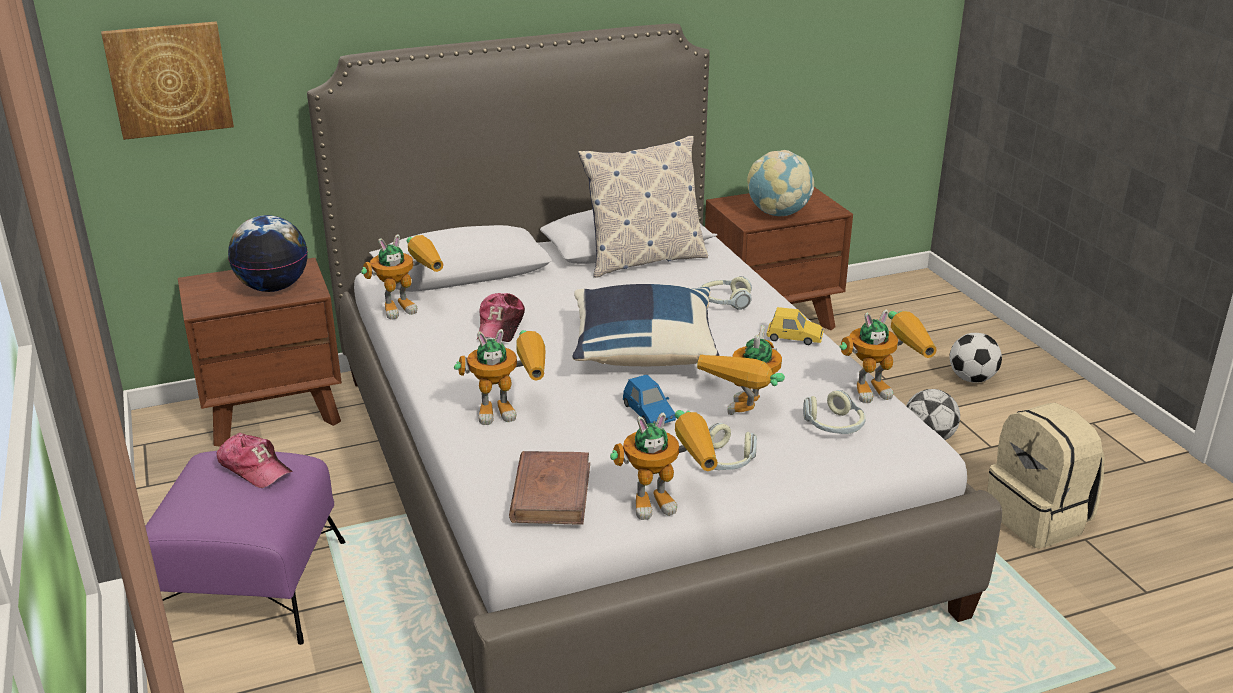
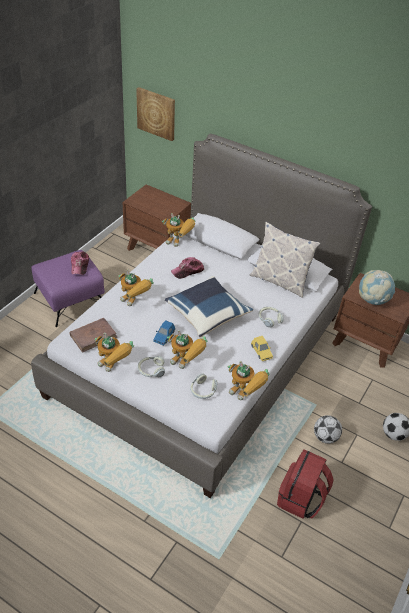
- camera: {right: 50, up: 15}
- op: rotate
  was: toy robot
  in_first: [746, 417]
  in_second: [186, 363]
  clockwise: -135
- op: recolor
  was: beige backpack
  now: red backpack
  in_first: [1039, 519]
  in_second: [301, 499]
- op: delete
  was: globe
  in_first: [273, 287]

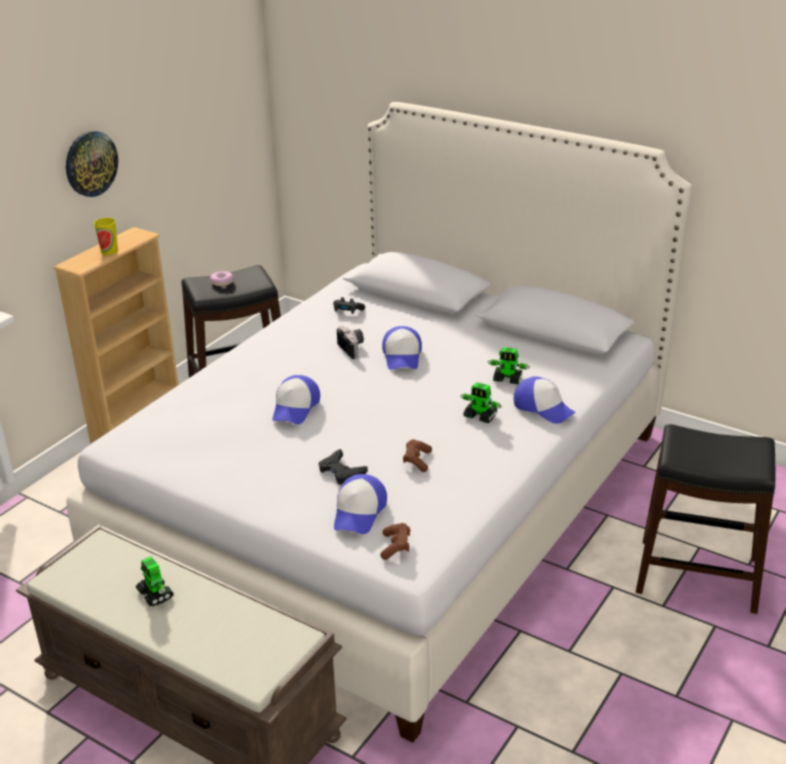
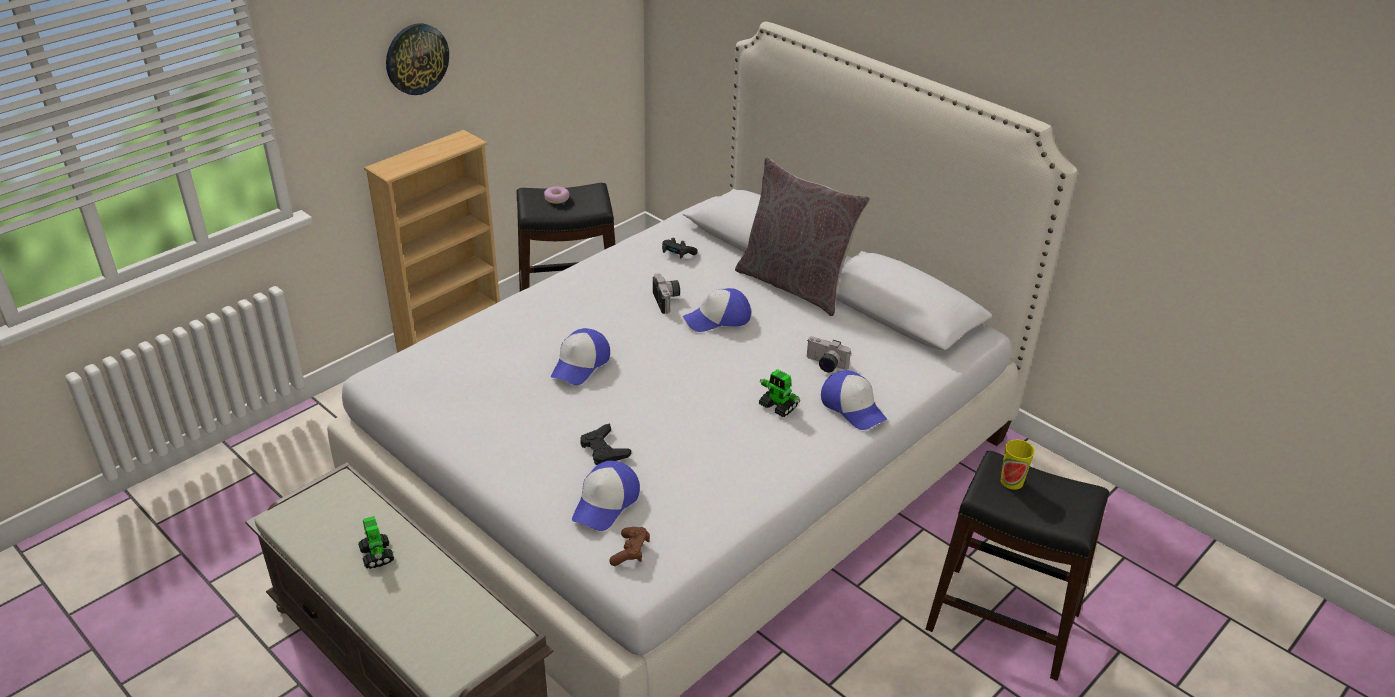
- camera: {right: 10, up: 5}
- op: rotate
  was: cap
  in_first: [402, 356]
  in_second: [718, 319]
  clockwise: 60
- op: insert
  now: grey pillow
  in_second: [795, 284]
- op: replace
  was: toy robot
  now: photo camera
  in_first: [508, 379]
  in_second: [825, 365]
- op: move
  was: cup
  in_first: [109, 251]
  in_second: [1011, 481]
- op: delete
  was: brown game controller
  in_first: [417, 461]

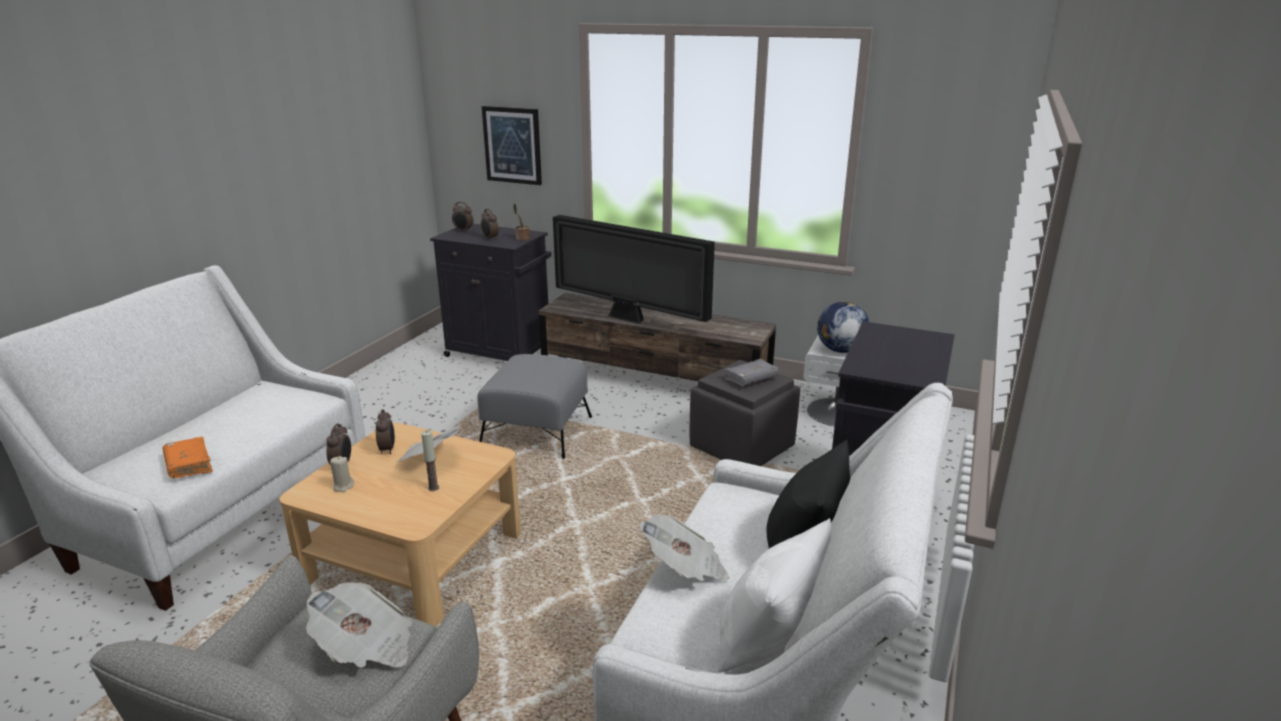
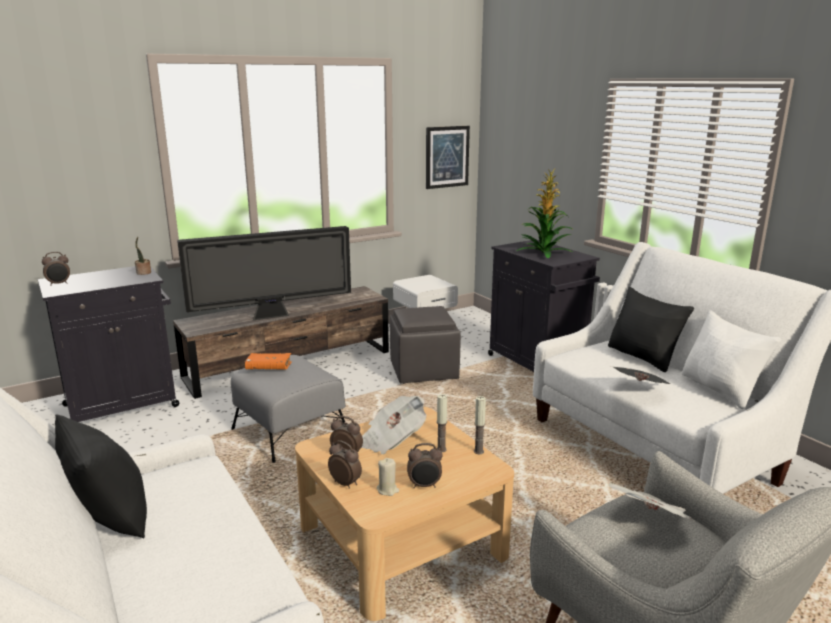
- camera: {right: -55, up: -5}
- op: insert
  now: black pillow
  in_second: [110, 516]
- op: move
  was: orange book
  in_first: [189, 465]
  in_second: [268, 367]
- op: move
  was: alarm clock
  in_first: [490, 238]
  in_second: [424, 486]
- op: move
  was: picture
  in_first: [512, 145]
  in_second: [447, 157]
- op: insert
  now: candle
  in_second: [478, 451]
- op: insert
  now: potted plant
  in_second: [544, 252]
- op: delete
  was: grey book
  in_first: [751, 379]
- op: delete
  was: globe
  in_first: [840, 350]

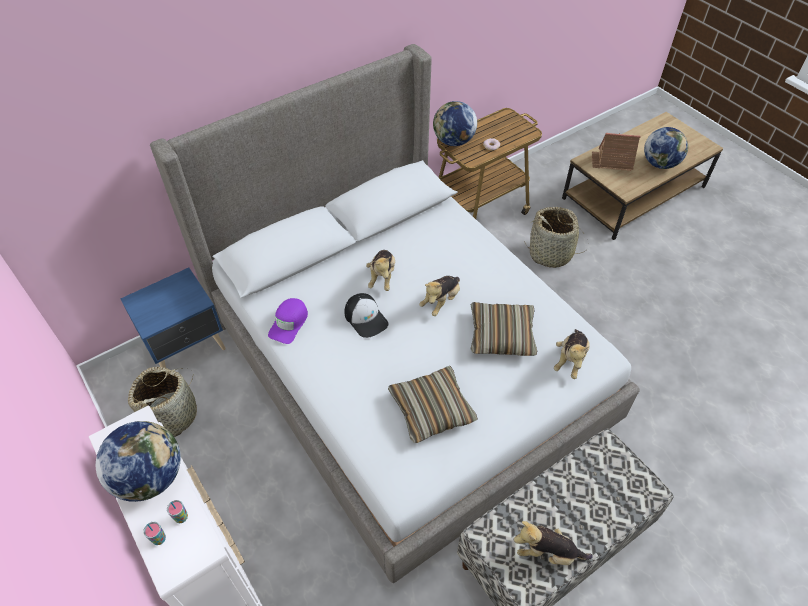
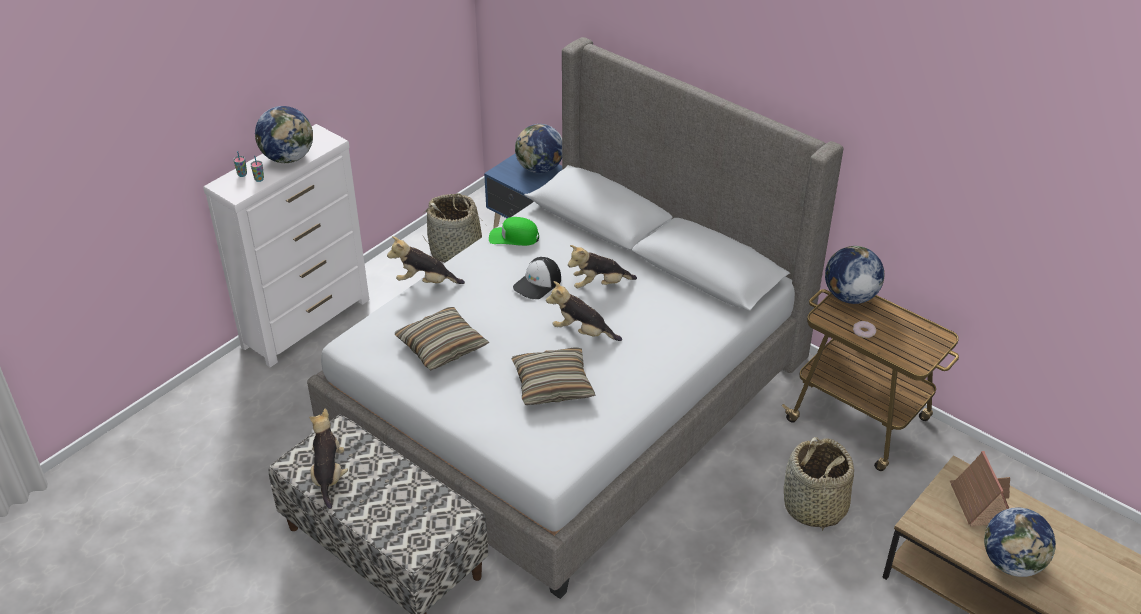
- camera: {right: 75, up: -10}
- op: move
  was: plush toy
  in_first: [570, 360]
  in_second: [425, 282]
- op: recolor
  was: purple cap
  now: green cap
  in_first: [289, 323]
  in_second: [514, 237]
- op: insert
  now: globe
  in_second: [540, 168]

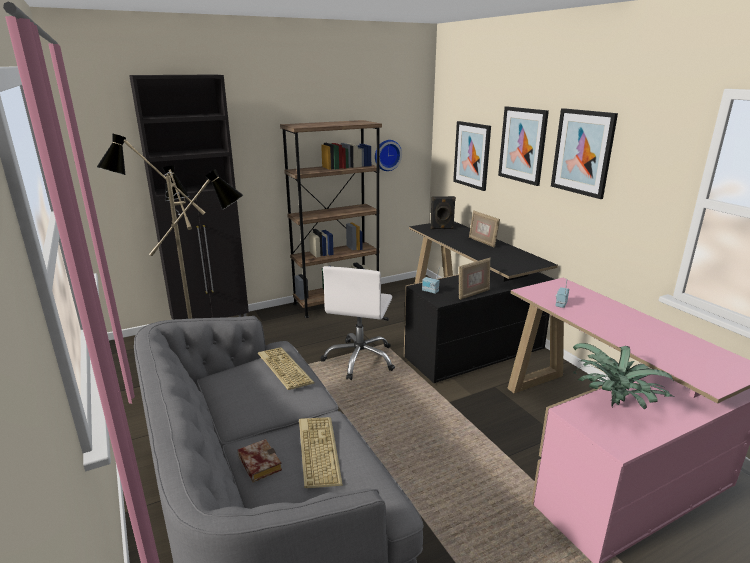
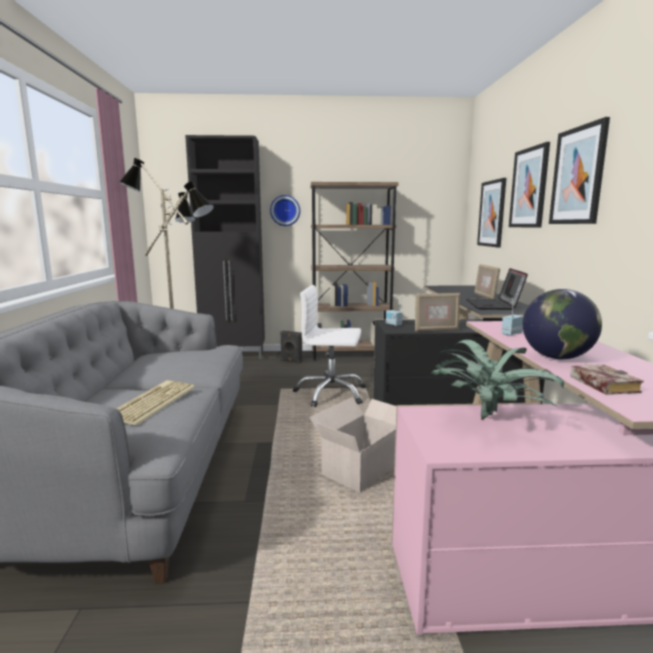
- camera: {right: 25, up: -10}
- op: move
  was: wall clock
  in_first: [387, 155]
  in_second: [285, 210]
- op: move
  was: black speaker
  in_first: [441, 228]
  in_second: [291, 361]
- op: rotate
  was: white office chair
  in_first: [360, 359]
  in_second: [331, 394]
  clockwise: 60
- op: insert
  now: cardboard box
  in_second: [363, 468]
- op: insert
  now: laptop
  in_second: [494, 305]
- op: insert
  now: globe
  in_second: [556, 358]
- op: move
  was: book
  in_first: [257, 463]
  in_second: [600, 384]
- op: delete
  was: keyboard
  in_first: [283, 369]

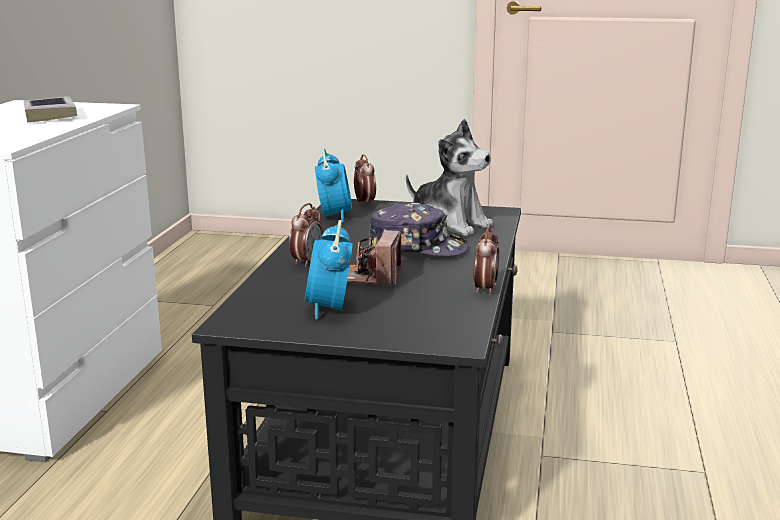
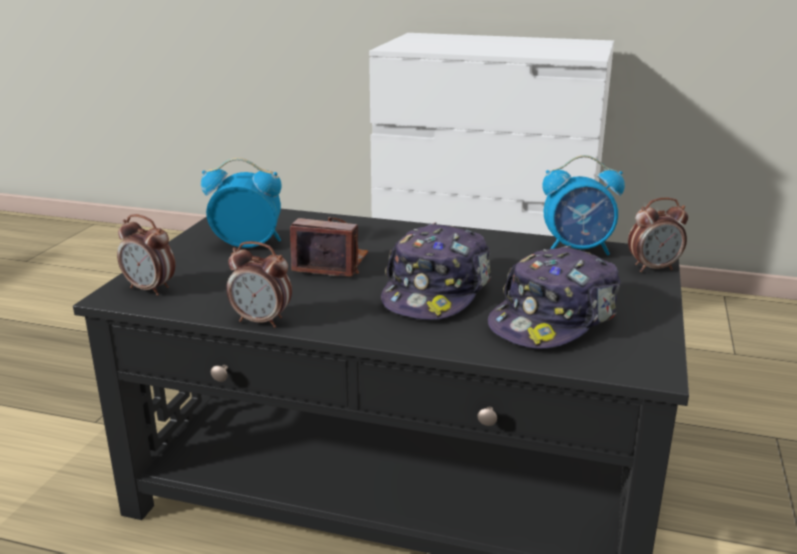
- camera: {right: 95, up: 5}
- op: move
  was: alarm clock
  in_first: [307, 262]
  in_second: [150, 289]
- op: replace
  was: plush toy
  now: cap
  in_first: [449, 224]
  in_second: [554, 319]
- op: delete
  was: book
  in_first: [50, 115]

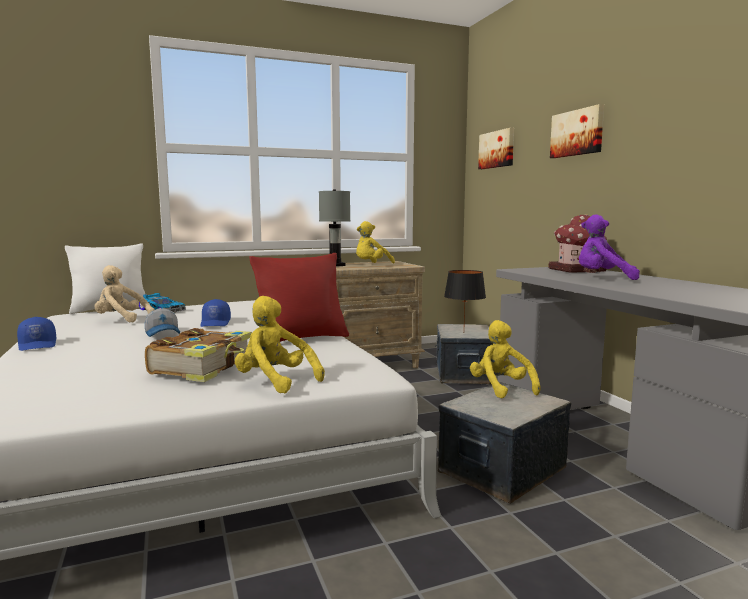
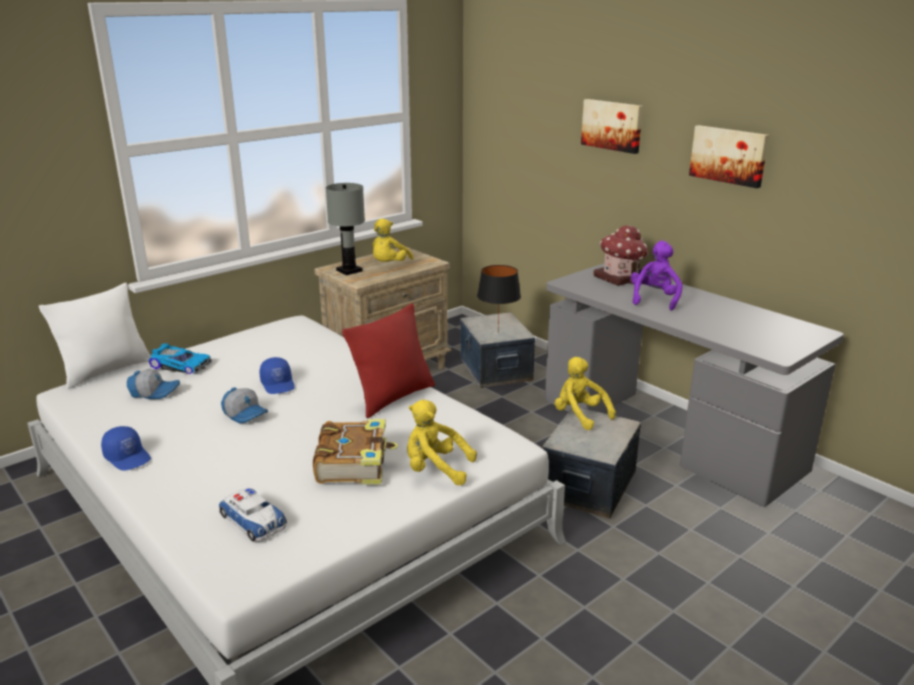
- camera: {right: -20, up: 15}
- op: replace
  was: beige plush toy
  now: cap
  in_first: [121, 319]
  in_second: [154, 392]
- op: insert
  now: toy car
  in_second: [253, 520]
- op: rotate
  was: purple plush toy
  in_first: [603, 278]
  in_second: [654, 299]
  clockwise: 105
- op: move
  was: picture
  in_first: [497, 149]
  in_second: [729, 155]

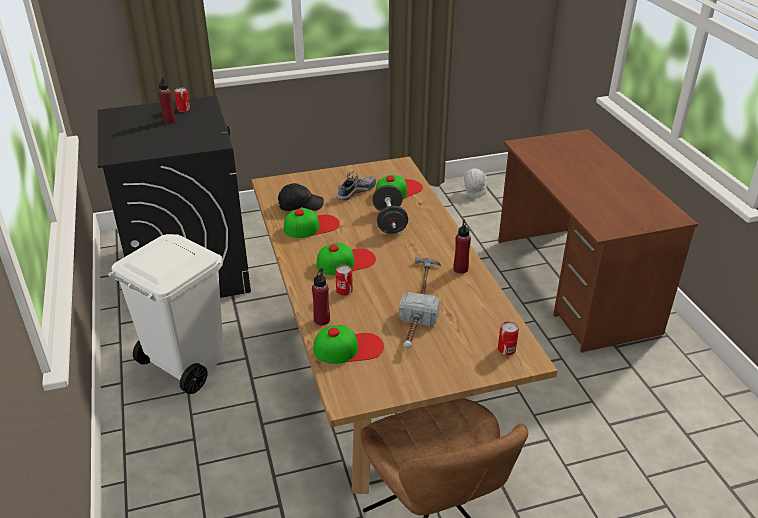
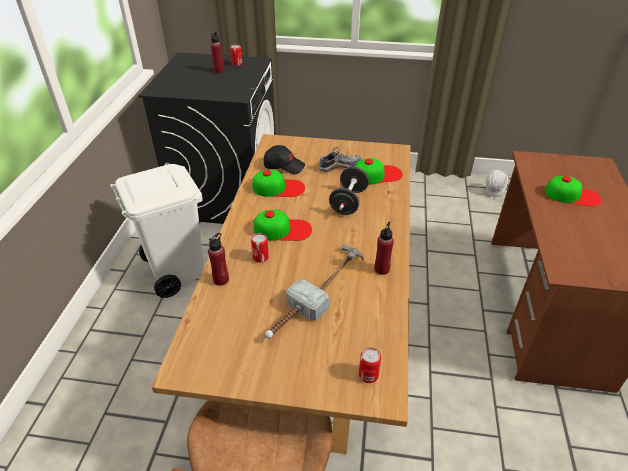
- camera: {right: 25, up: 5}
- op: move
  was: cap
  in_first: [348, 348]
  in_second: [572, 195]

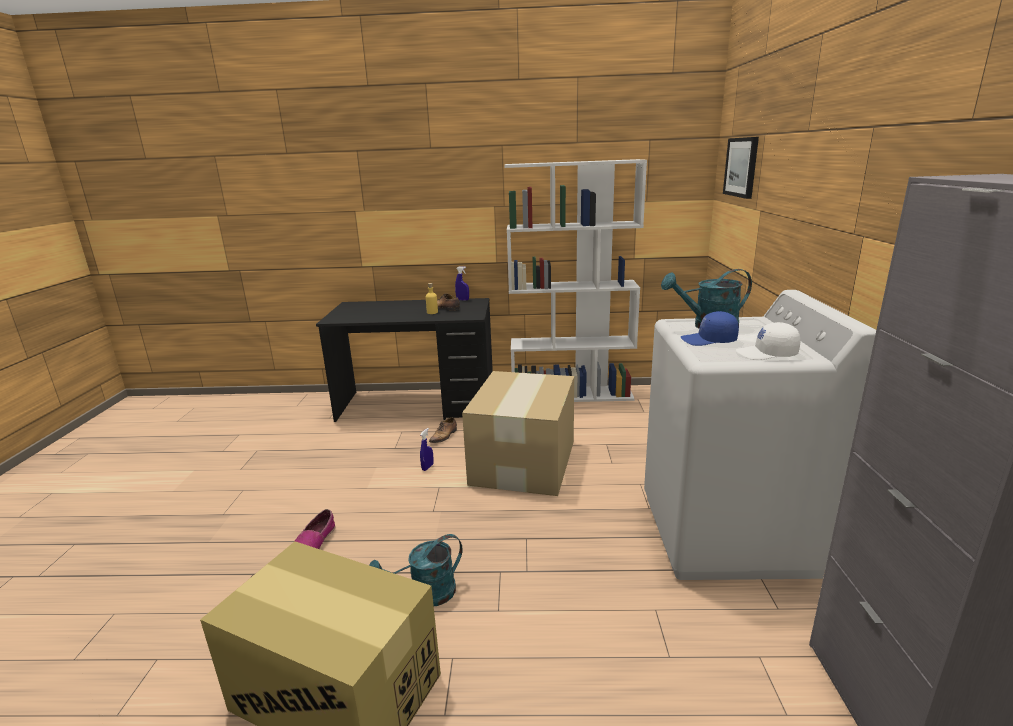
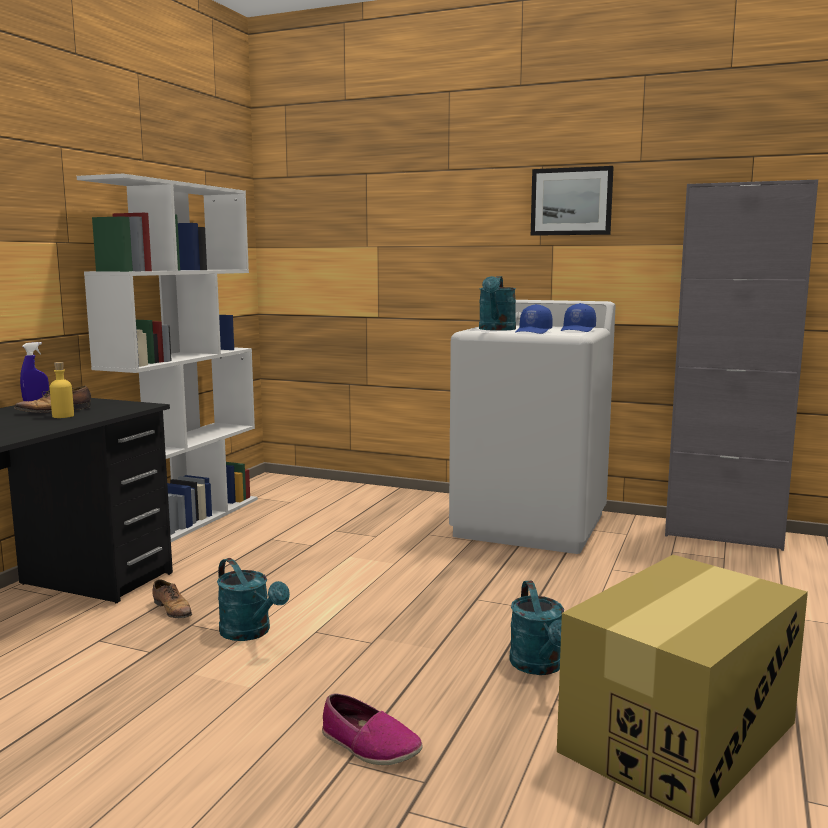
- camera: {right: -70, up: -10}
- op: replace
  was: blue spray bottle
  now: turquoise watering can
  in_first: [427, 467]
  in_second: [250, 633]
- op: move
  was: picture
  in_first: [741, 167]
  in_second: [571, 201]
- op: recolor
  was: white cap
  now: blue cap
  in_first: [767, 354]
  in_second: [578, 330]
- op: delete
  was: cardboard box
  in_first: [525, 461]

